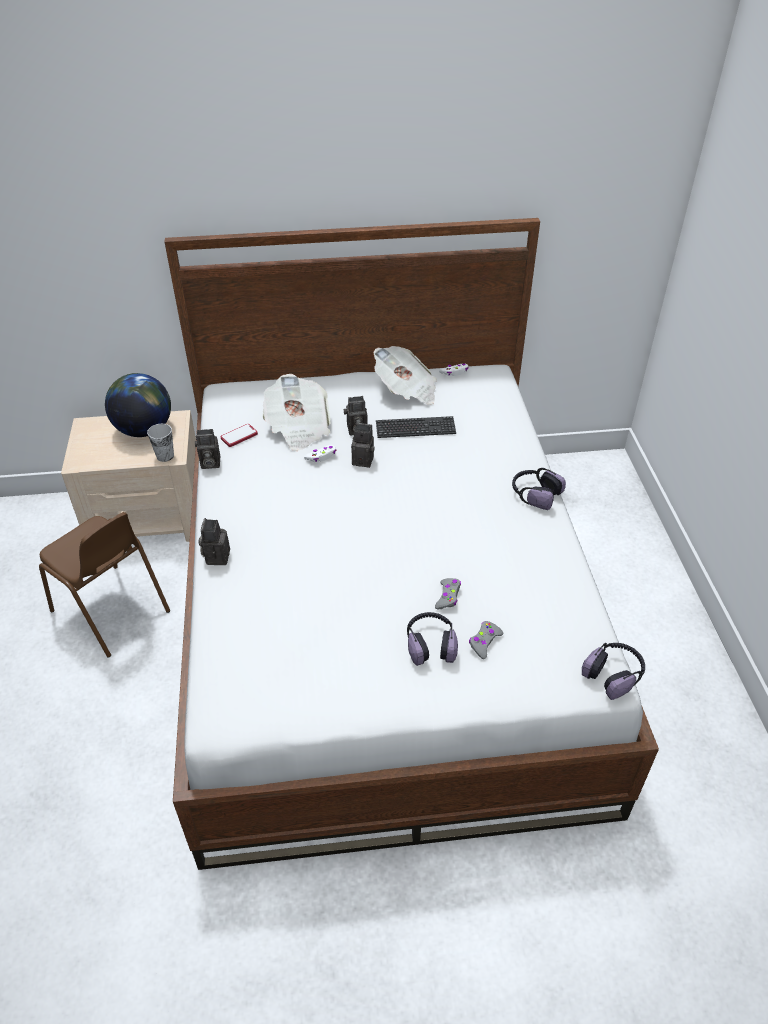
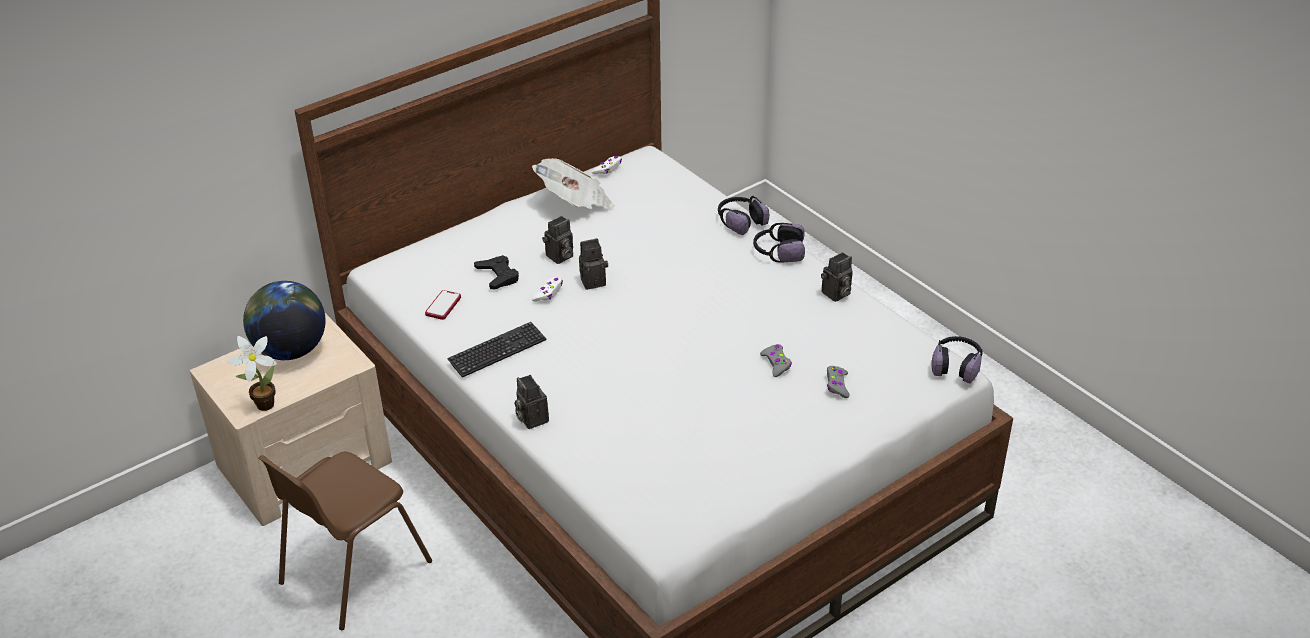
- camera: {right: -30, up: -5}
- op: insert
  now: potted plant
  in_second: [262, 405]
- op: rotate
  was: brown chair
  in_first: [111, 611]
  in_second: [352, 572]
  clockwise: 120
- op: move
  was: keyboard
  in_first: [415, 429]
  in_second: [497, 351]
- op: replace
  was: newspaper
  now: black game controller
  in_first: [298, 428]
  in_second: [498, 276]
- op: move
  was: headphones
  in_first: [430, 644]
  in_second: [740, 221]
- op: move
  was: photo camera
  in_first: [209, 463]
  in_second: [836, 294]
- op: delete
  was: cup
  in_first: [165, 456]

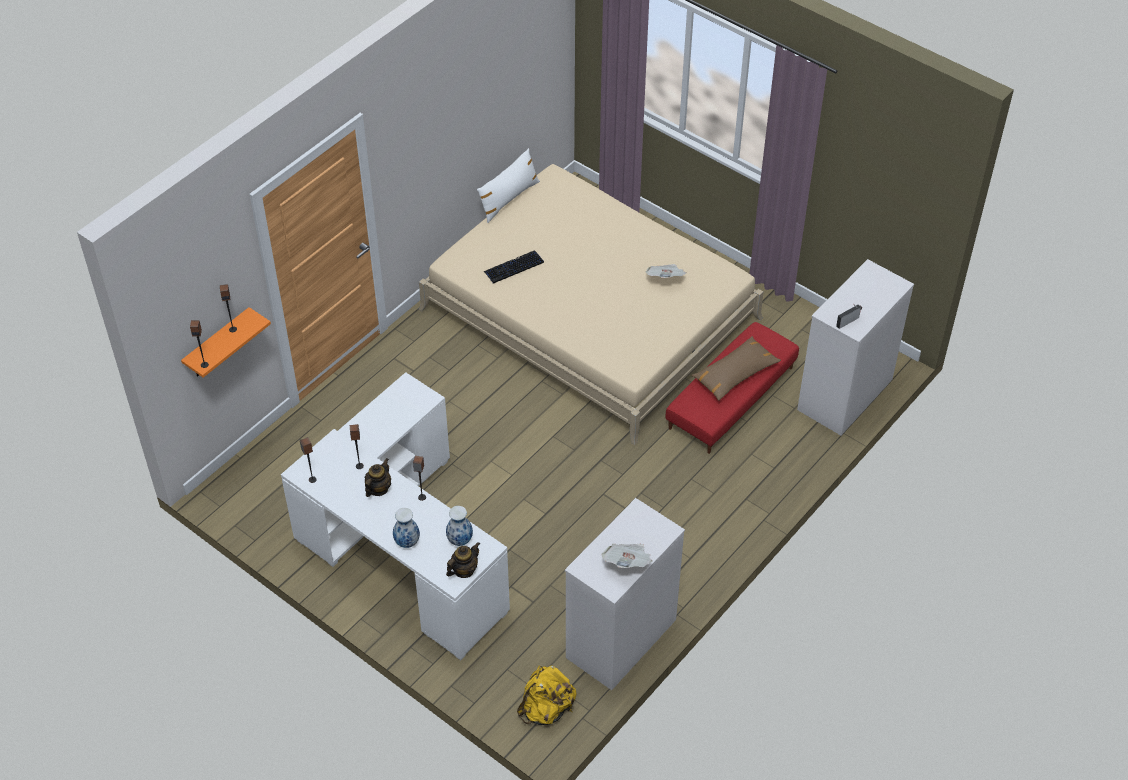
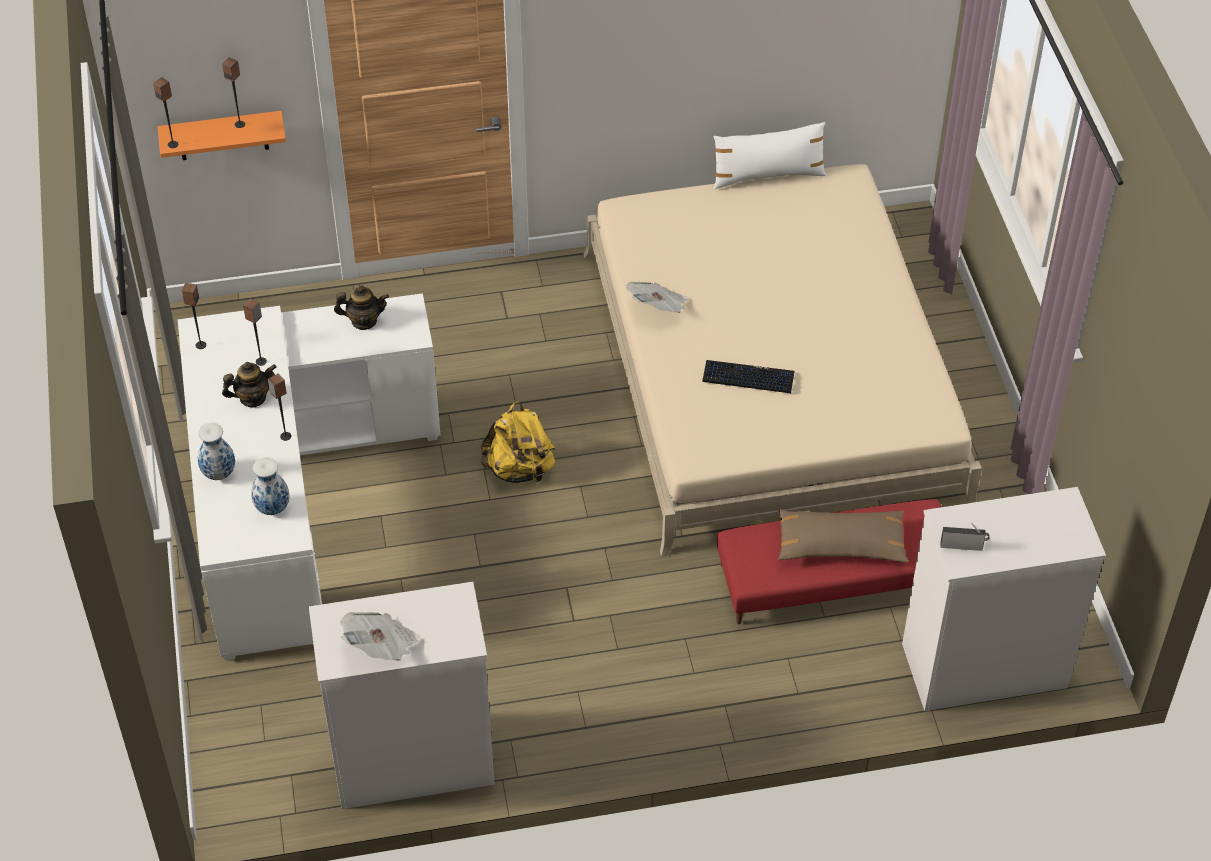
- camera: {right: 40, up: 0}
- op: move
  was: teapot
  in_first: [464, 570]
  in_second: [364, 321]
- op: move
  was: yellow backpack
  in_first: [546, 709]
  in_second: [520, 469]
- op: move
  was: newspaper
  in_first: [665, 278]
  in_second: [658, 308]
- op: move
  was: keyboard
  in_first: [513, 267]
  in_second: [748, 377]

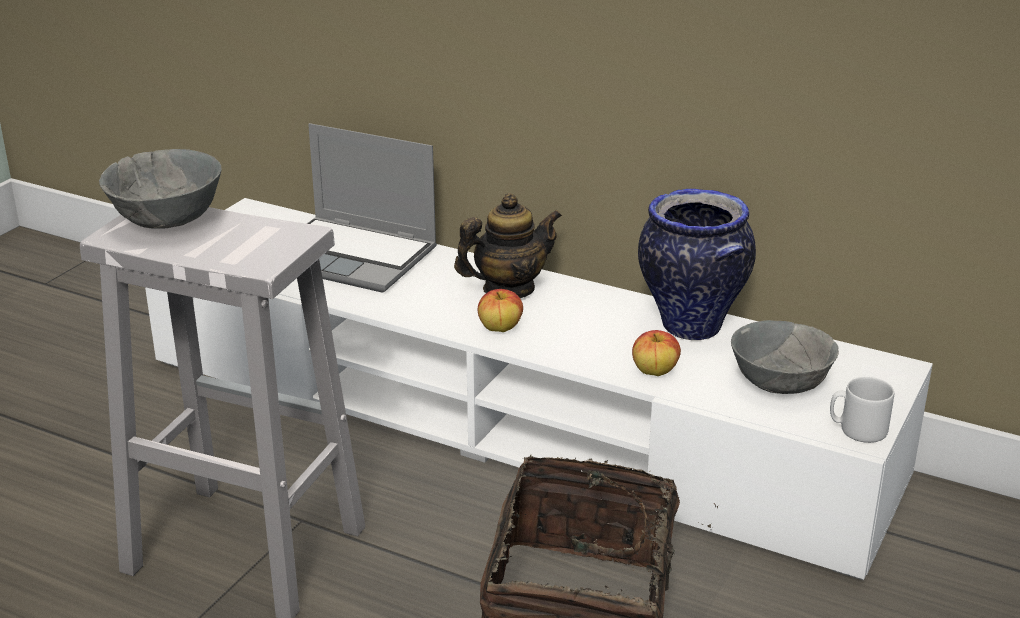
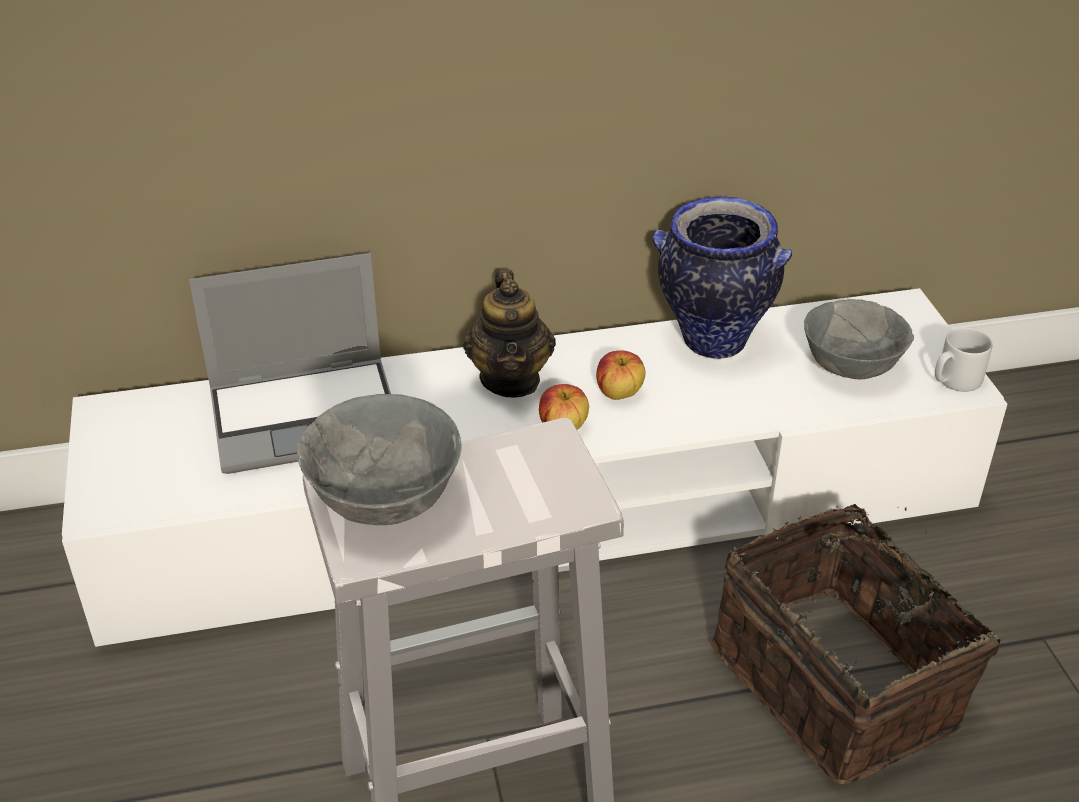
- camera: {right: -40, up: 10}
- op: rotate
  was: teapot
  in_first: [508, 289]
  in_second: [511, 379]
  clockwise: 150
- op: move
  was: apple
  in_first: [655, 371]
  in_second: [619, 393]

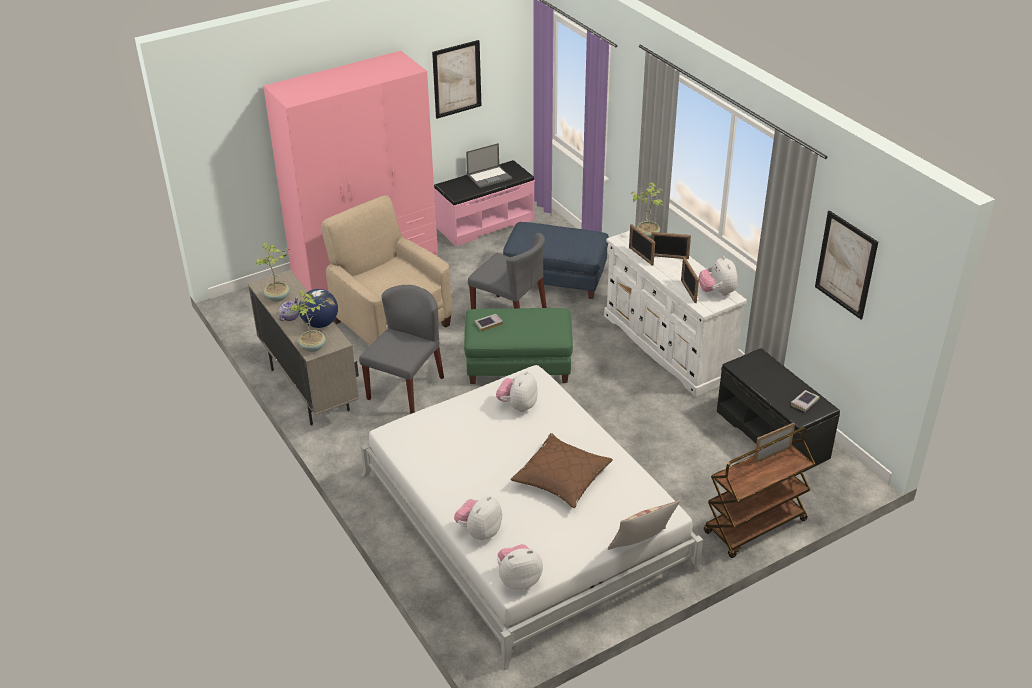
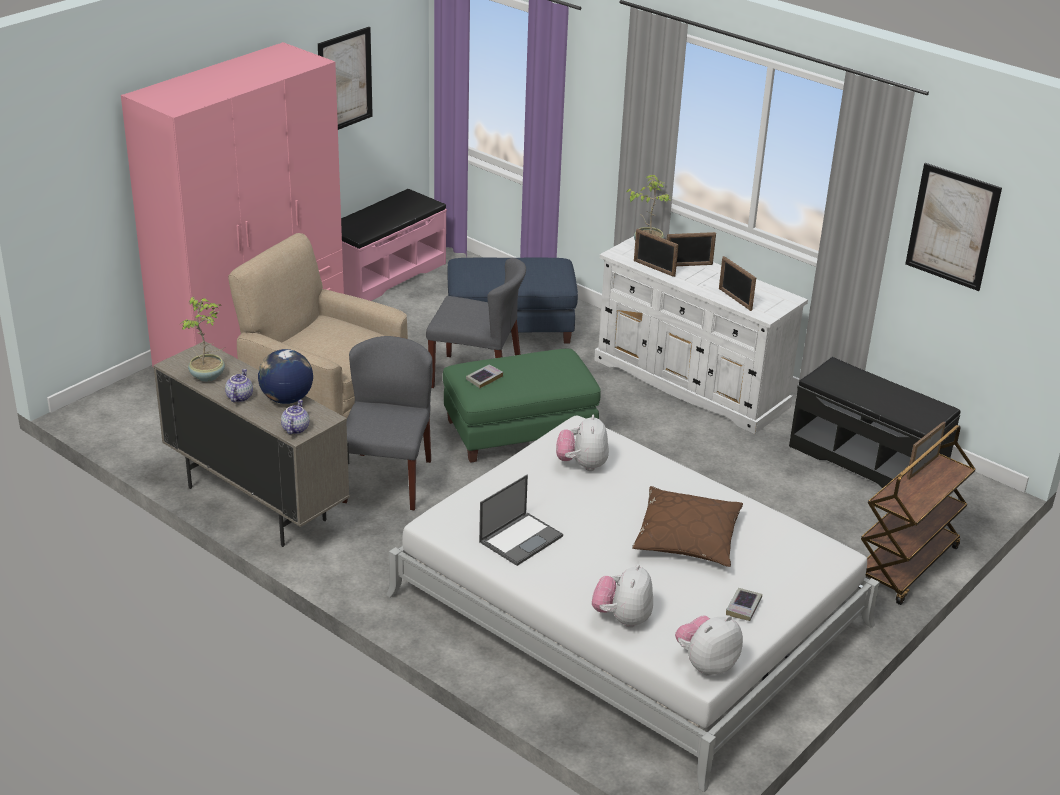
- camera: {right: -20, up: -5}
- op: replace
  was: potted plant
  now: teapot
  in_first: [313, 347]
  in_second: [295, 429]
- op: move
  was: laptop
  in_first: [489, 177]
  in_second: [521, 538]
- op: move
  was: book
  in_first: [804, 403]
  in_second: [743, 607]
- op: delete
  was: pillow
  in_first: [641, 545]
- op: delete
  was: plush toy
  in_first: [717, 292]

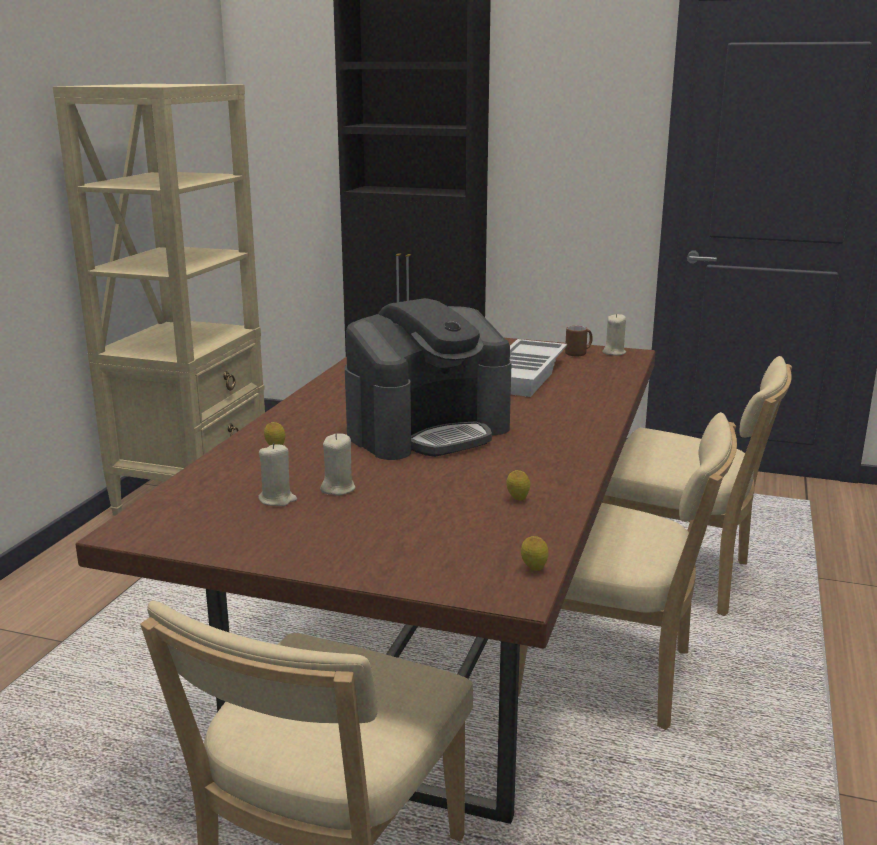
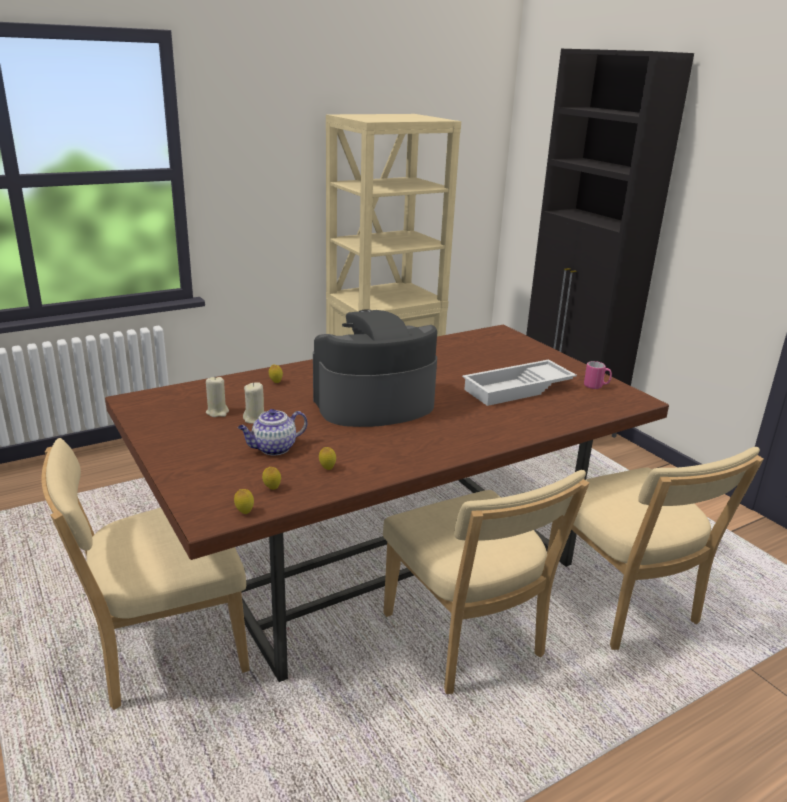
- camera: {right: 40, up: 5}
- op: insert
  now: teapot
  in_second: [273, 448]
- op: insert
  now: lemon
  in_second: [272, 488]
- op: rotate
  was: coffee machine
  in_first: [428, 431]
  in_second: [373, 404]
  clockwise: 150
- op: recolor
  was: brown mug
  now: pink mug
  in_first: [579, 353]
  in_second: [596, 386]
- op: delete
  was: beige candle
  in_first: [614, 352]

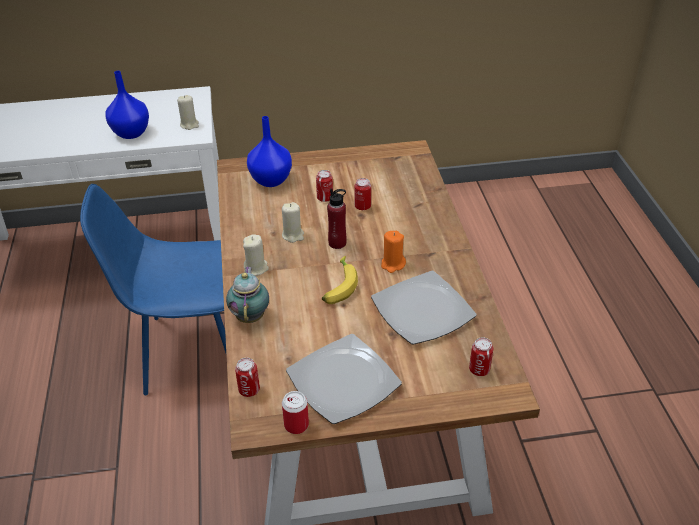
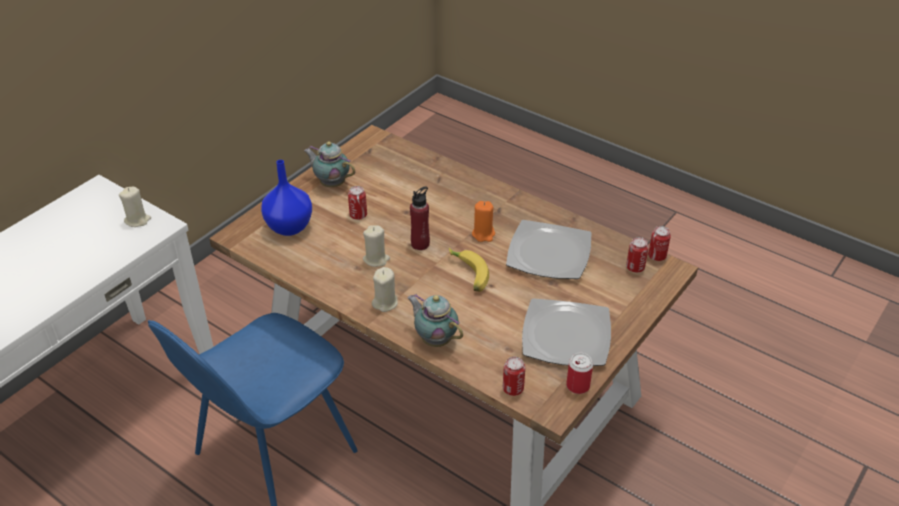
- camera: {right: -45, up: 0}
- op: insert
  now: teapot
  in_second: [331, 183]
- op: move
  was: can
  in_first: [362, 206]
  in_second: [657, 256]
- op: delete
  was: blue vase
  in_first: [131, 133]

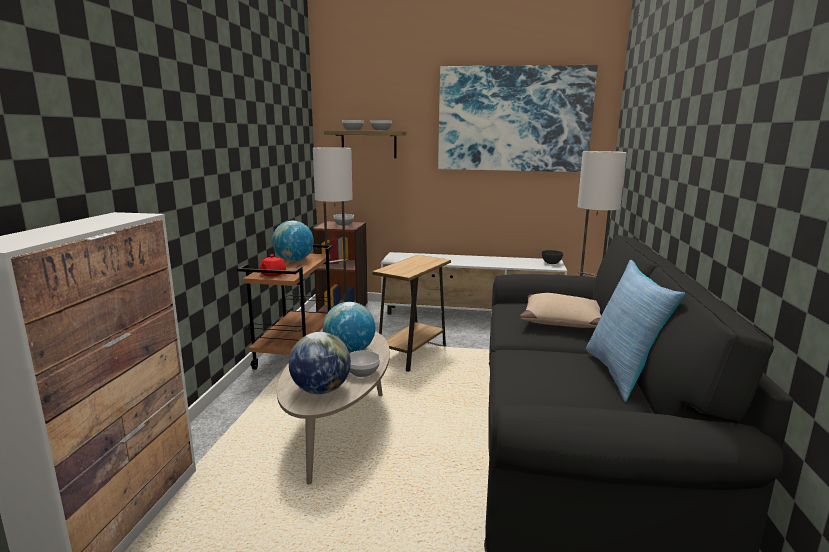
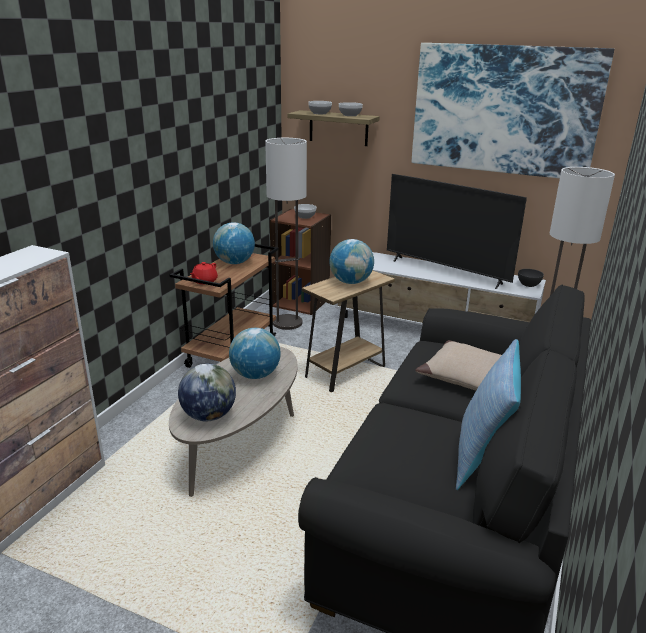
- camera: {right: 15, up: 10}
- op: insert
  now: globe
  in_second: [351, 282]
- op: insert
  now: television
  in_second: [445, 272]
- op: delete
  was: bowl
  in_first: [362, 372]

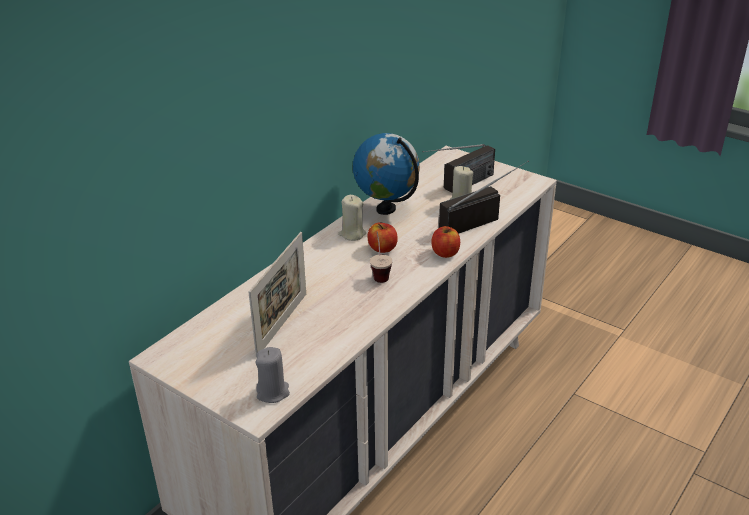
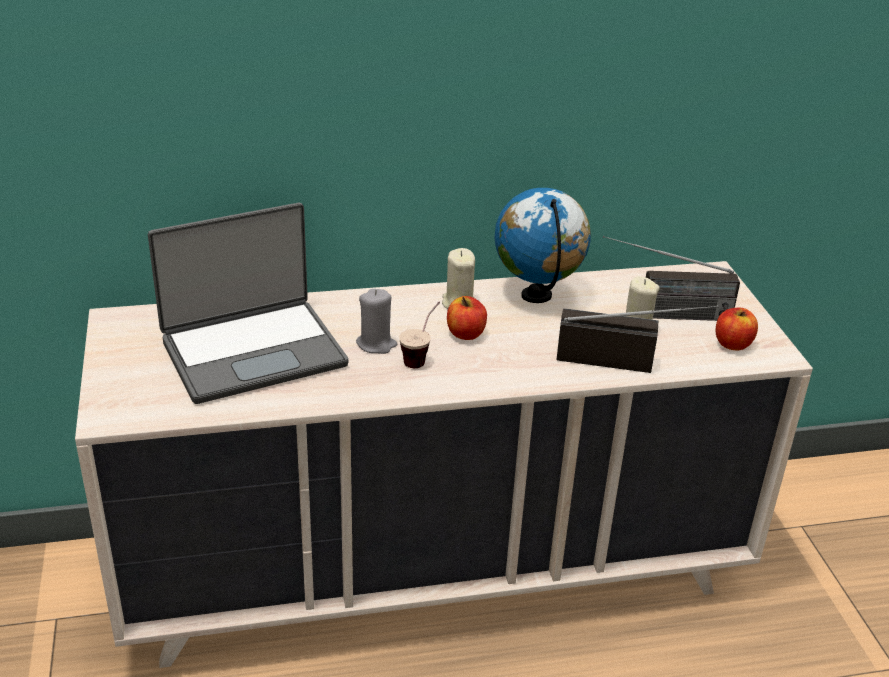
- camera: {right: 40, up: 0}
- op: replace
  was: picture frame
  now: laptop
  in_first: [282, 324]
  in_second: [253, 351]
- op: move
  was: grey candle
  in_first: [273, 392]
  in_second: [376, 344]
- op: move
  was: apple
  in_first: [445, 253]
  in_second: [732, 344]

